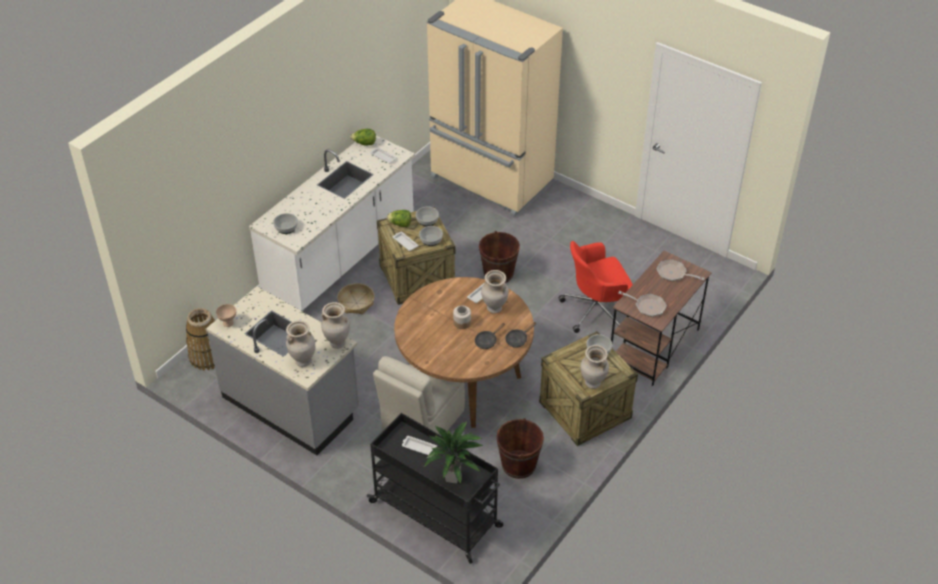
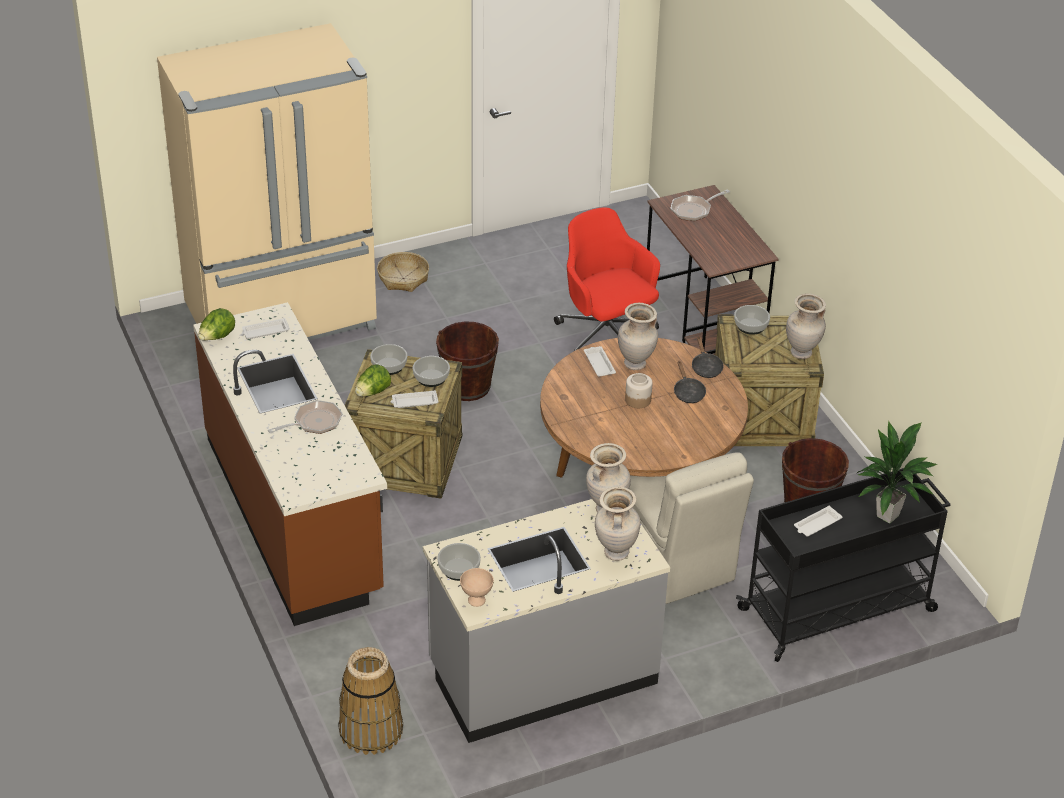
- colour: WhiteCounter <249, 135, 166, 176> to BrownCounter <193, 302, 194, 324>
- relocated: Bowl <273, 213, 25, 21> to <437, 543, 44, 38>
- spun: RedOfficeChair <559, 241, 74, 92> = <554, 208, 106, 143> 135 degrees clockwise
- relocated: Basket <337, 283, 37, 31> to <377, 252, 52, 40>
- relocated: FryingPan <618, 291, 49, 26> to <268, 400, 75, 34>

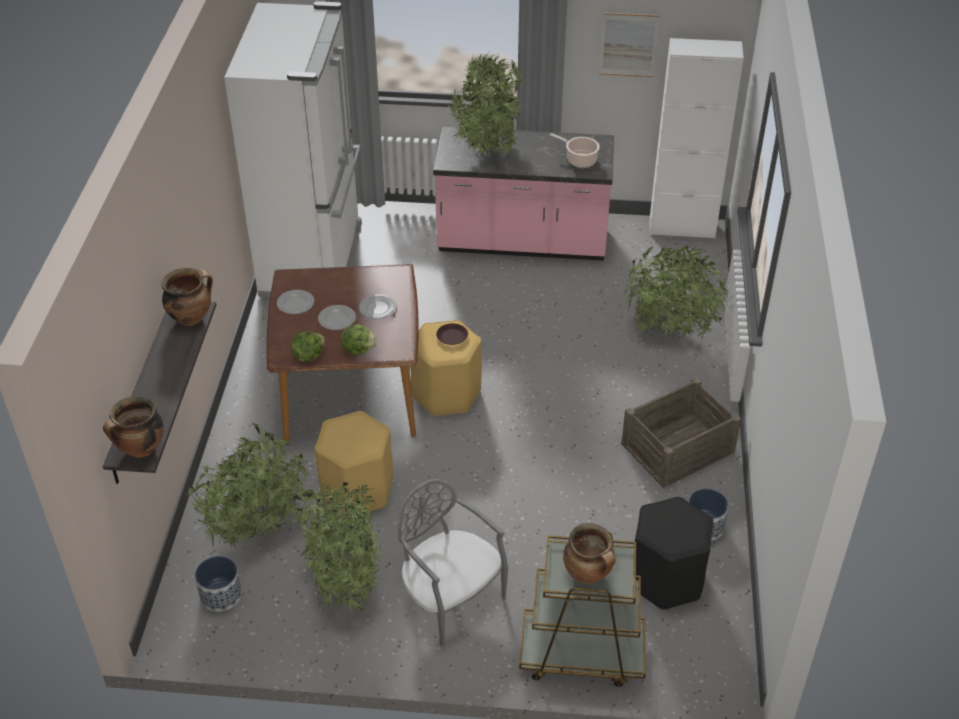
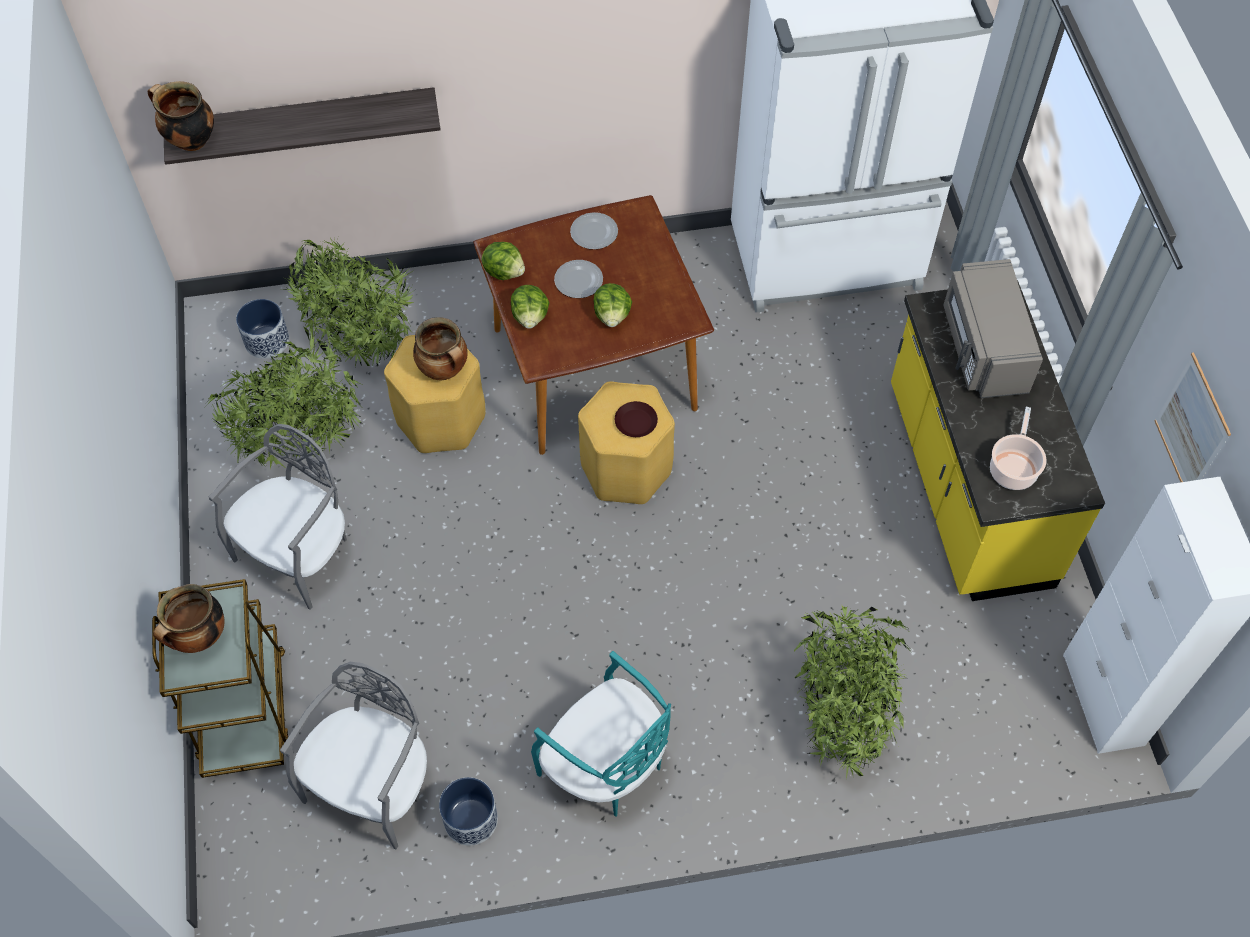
- exchanged: PottedPlant <448, 52, 75, 106> to GreyMicrowave <943, 259, 100, 139>
- colour: PinkCounter <433, 126, 181, 135> to YellowCounter <891, 280, 214, 321>
- relocated: CookingPot <161, 268, 52, 58> to <413, 317, 55, 63>
- exchanged: Plate <359, 294, 38, 25> to Lettuce <593, 283, 39, 44>
- exchanged: Crate <621, 377, 120, 111> to TurquoiseChair <531, 651, 140, 166>
- exchanged: BlackStool <635, 497, 78, 113> to GreyChair <280, 662, 147, 187>

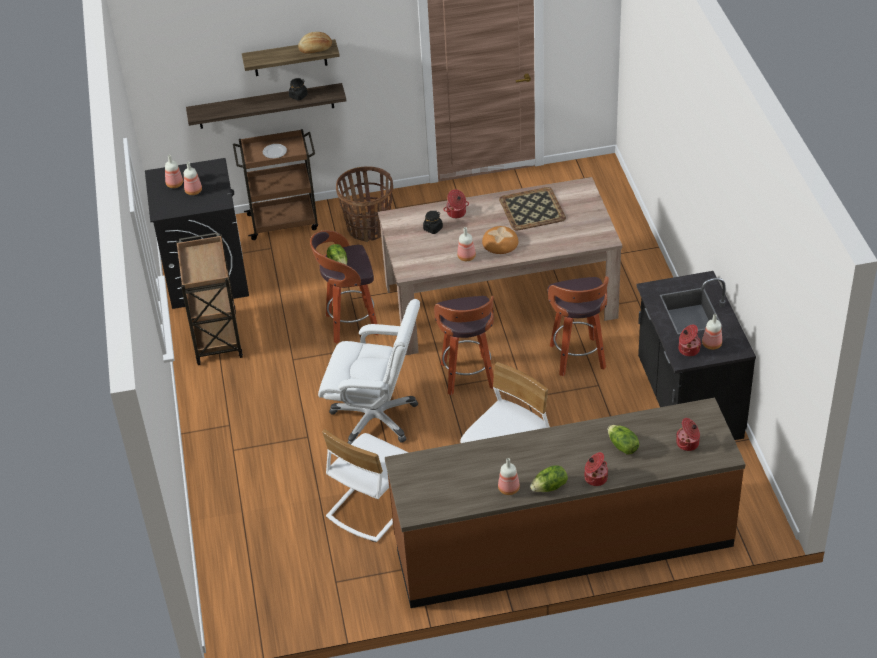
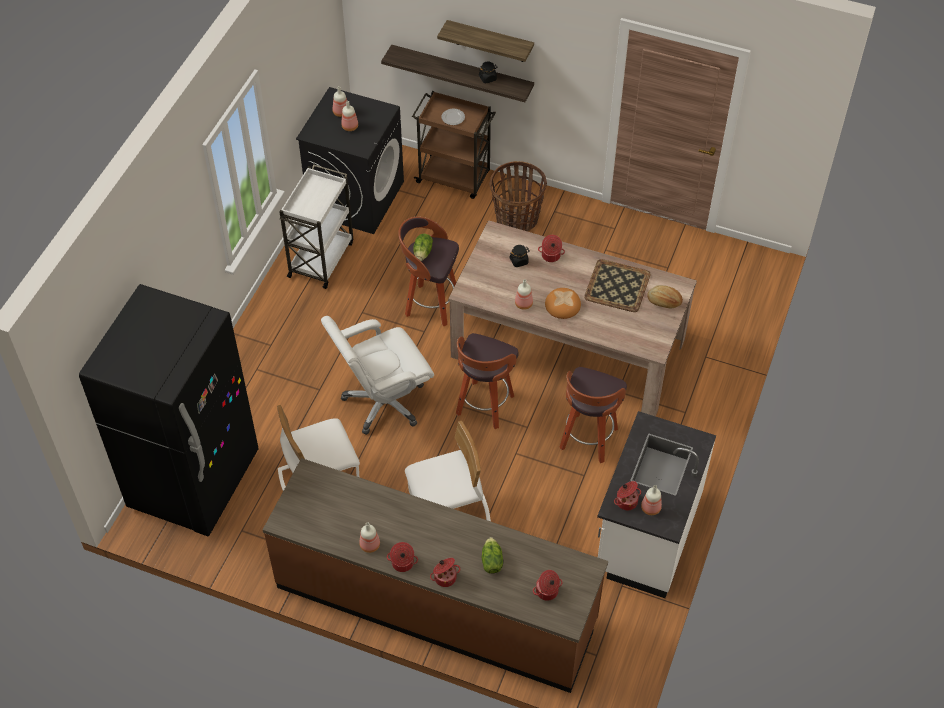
- relocated: Bread <298, 32, 34, 21> to <647, 285, 36, 24>
- colour: BrownCart <176, 232, 67, 133> to WhiteCart <279, 164, 74, 125>
- colour: BlackCounter <636, 271, 120, 169> to WhiteCounter <597, 411, 119, 187>
- spun: WhiteOfficeChair <318, 299, 102, 146> = <321, 316, 113, 119> 105 degrees clockwise
- exchanged: Lettuce <530, 465, 38, 27> to CookingPot <387, 542, 31, 30>
- appeared: BlackFridge <79, 284, 180, 252>

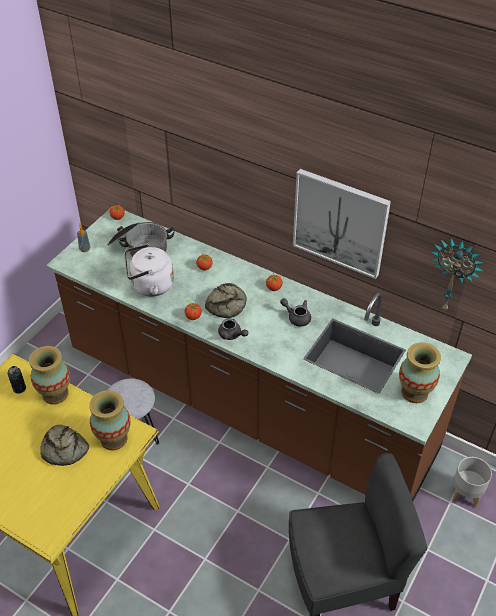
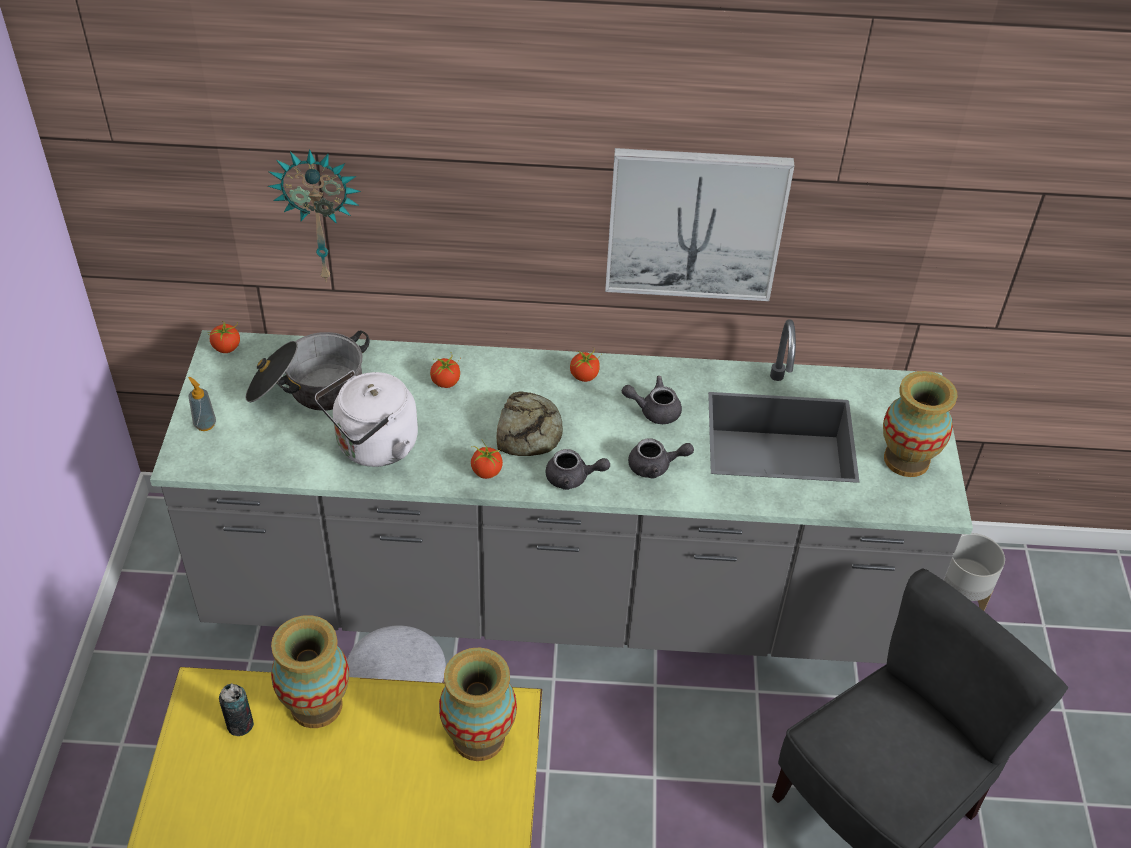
- colour: BrownCounter <46, 208, 426, 293> to GreyCounter <150, 320, 823, 344>
- relocated: WallClock <432, 238, 52, 74> to <268, 149, 93, 133>
- missing: Bread <40, 425, 49, 41>
- appeared: GreyTeapot <628, 438, 66, 40>

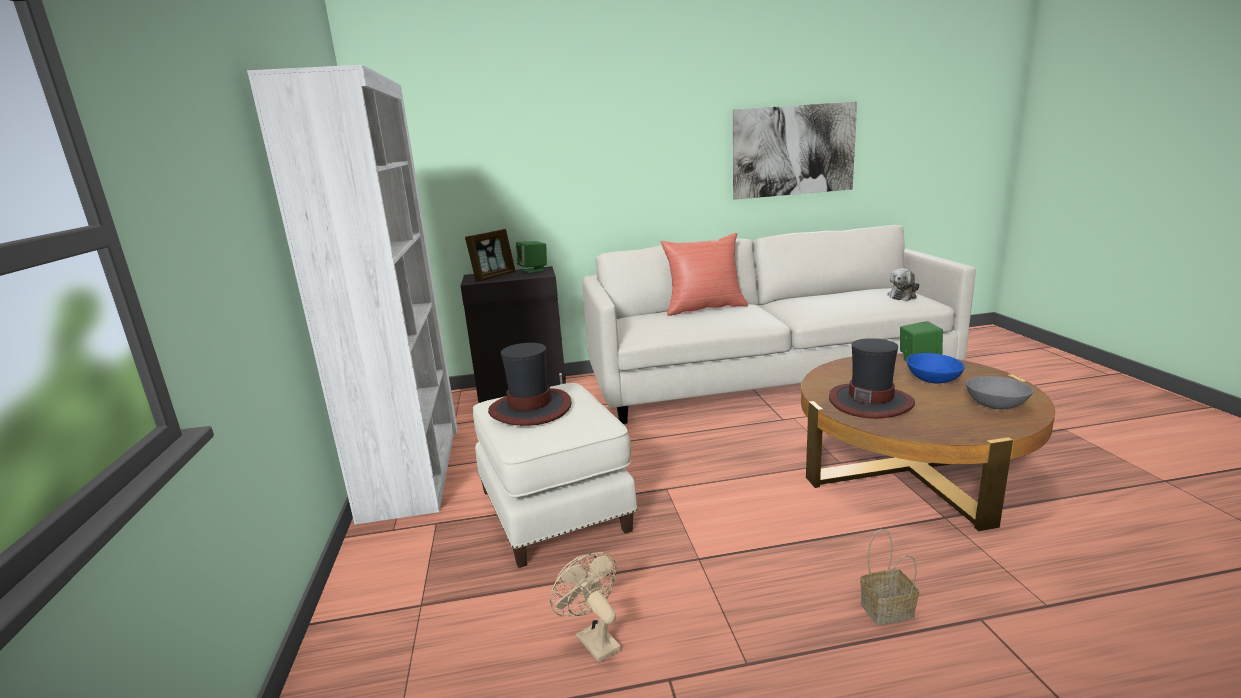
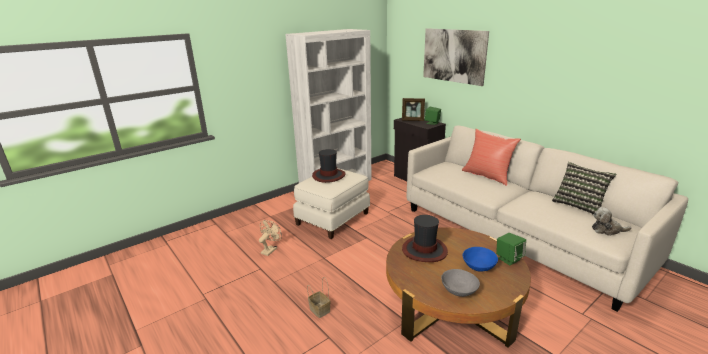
- relocated: Picture <733, 102, 124, 98> to <423, 28, 66, 58>
- appeared: Pillow <552, 162, 65, 52>

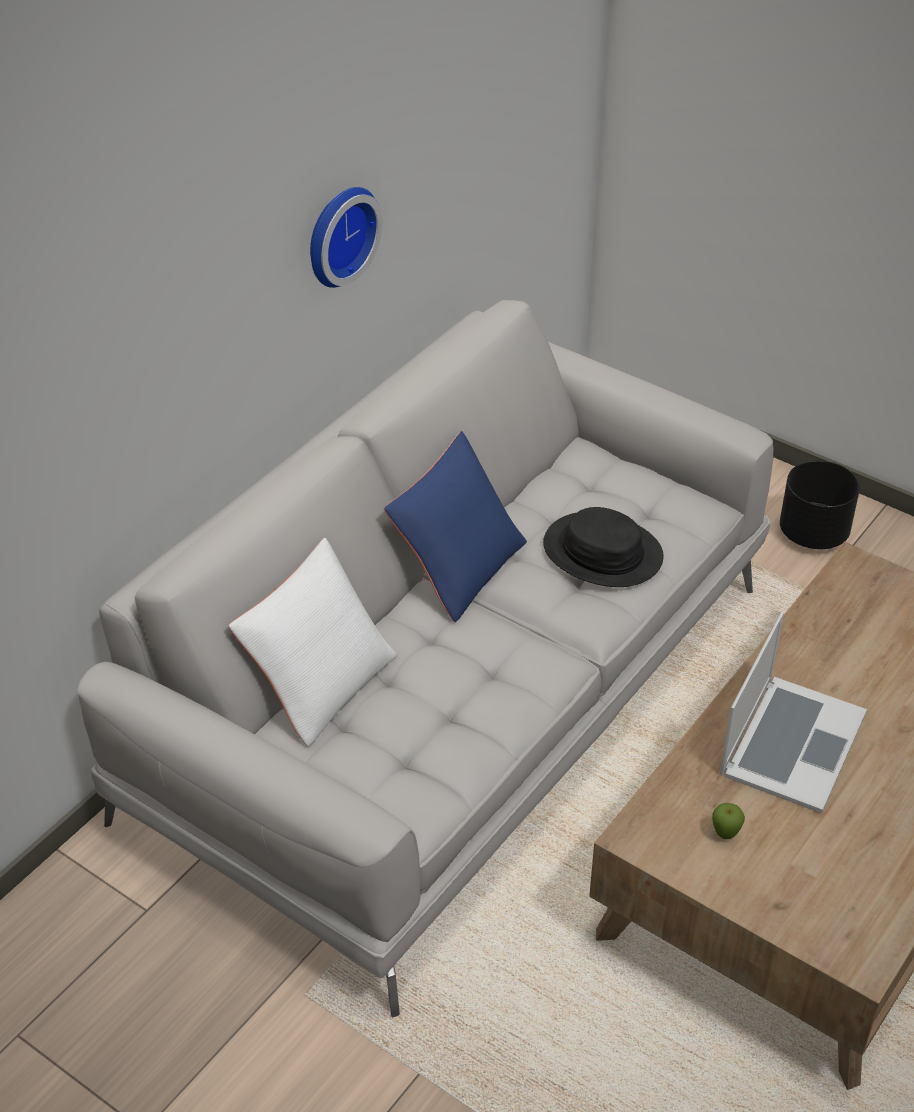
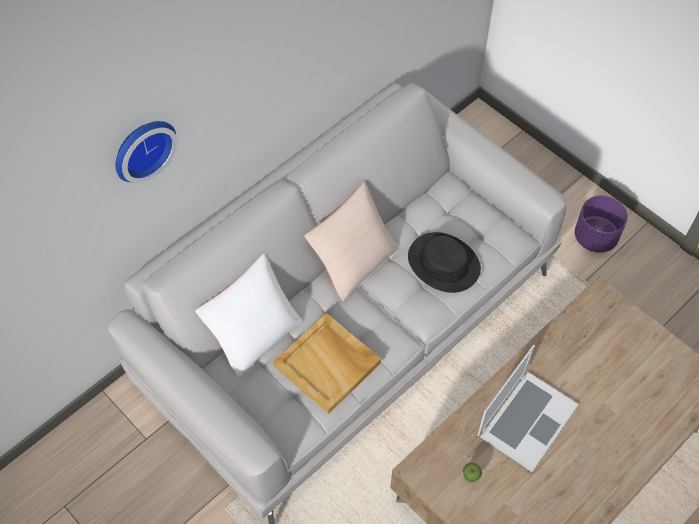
- relocated: WallClock <310, 187, 73, 101> to <115, 121, 62, 62>
- colour: BluePillow <384, 431, 143, 191> to BeigePillow <304, 182, 95, 120>
- colour: BlackPlanter <780, 460, 80, 89> to PurplePlanter <575, 195, 53, 58>
- appeared: BeigeTray <273, 313, 108, 101>

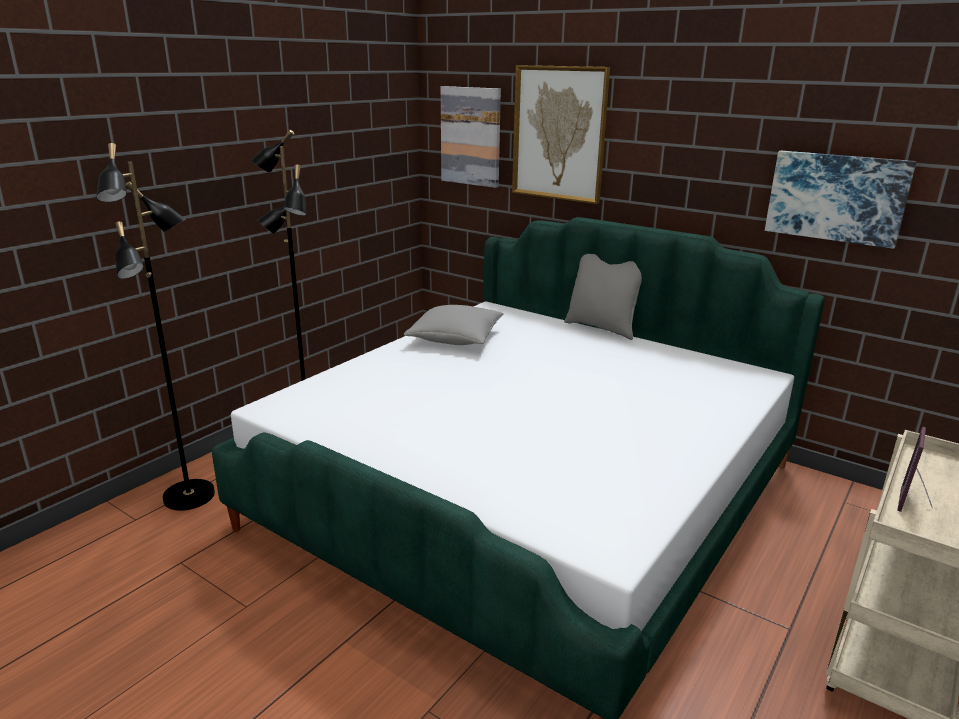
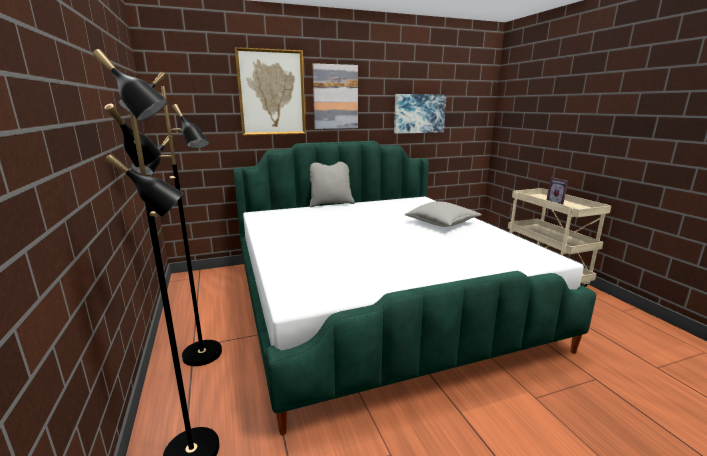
- relocated: Picture <441, 86, 60, 102> to <313, 63, 45, 66>
- relocated: GreyPillow <404, 305, 100, 40> to <405, 201, 77, 26>

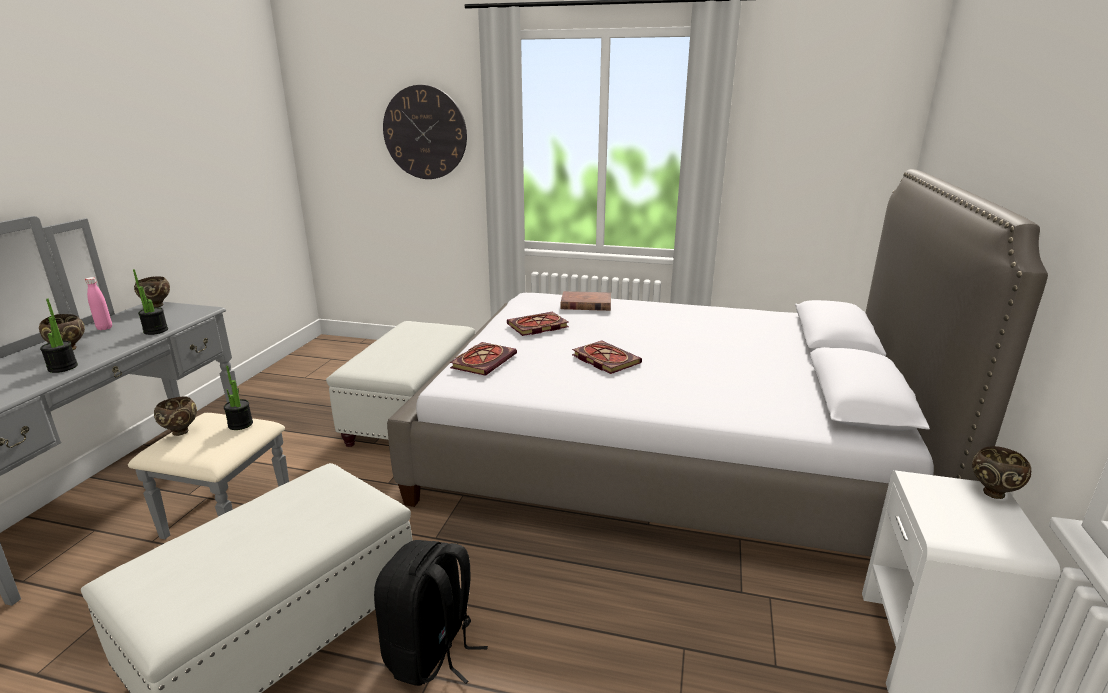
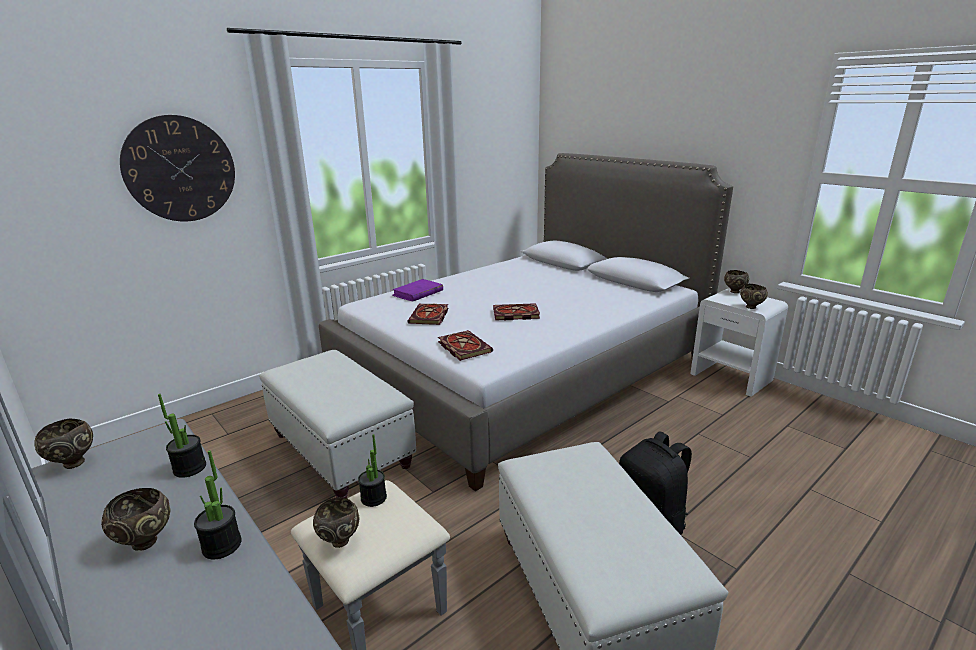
- missing: PinkBottle <85, 277, 27, 53>
- colour: BrownBook <561, 291, 50, 20> to PurpleBook <392, 279, 51, 23>
- appeared: BrownBowl <740, 284, 28, 25>

